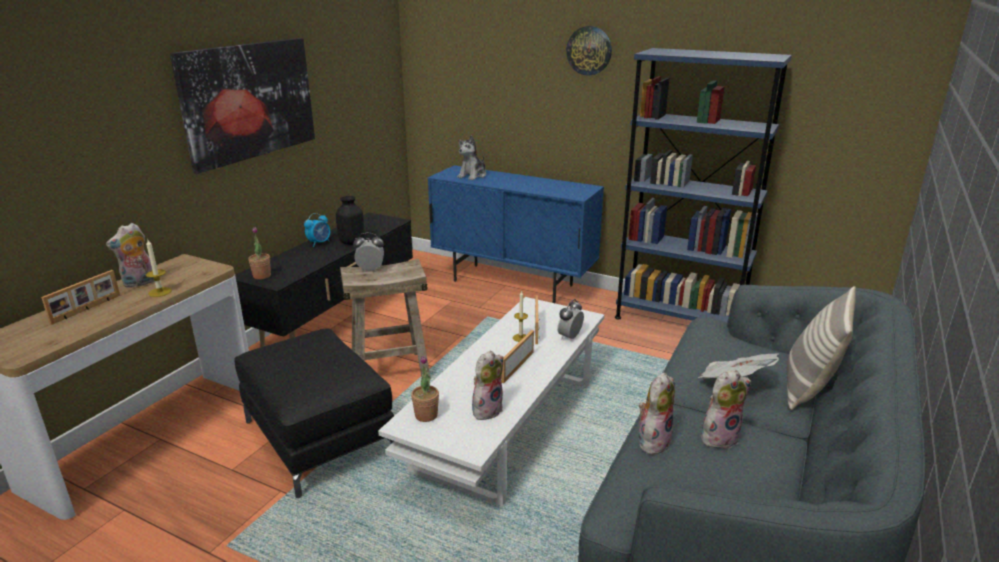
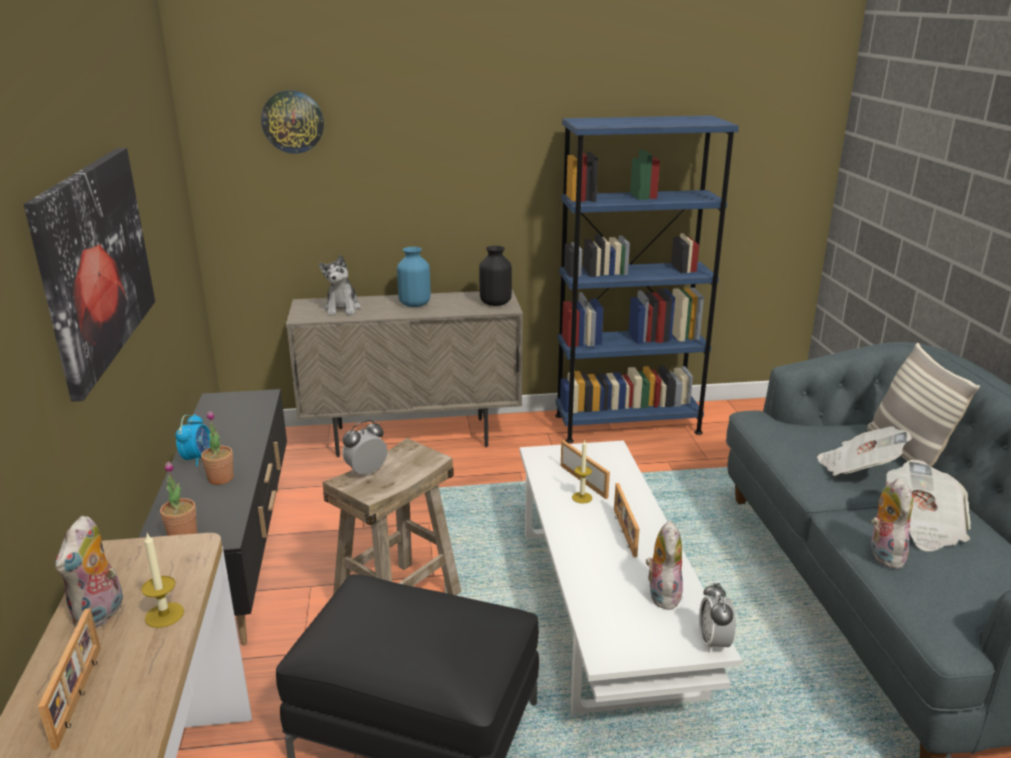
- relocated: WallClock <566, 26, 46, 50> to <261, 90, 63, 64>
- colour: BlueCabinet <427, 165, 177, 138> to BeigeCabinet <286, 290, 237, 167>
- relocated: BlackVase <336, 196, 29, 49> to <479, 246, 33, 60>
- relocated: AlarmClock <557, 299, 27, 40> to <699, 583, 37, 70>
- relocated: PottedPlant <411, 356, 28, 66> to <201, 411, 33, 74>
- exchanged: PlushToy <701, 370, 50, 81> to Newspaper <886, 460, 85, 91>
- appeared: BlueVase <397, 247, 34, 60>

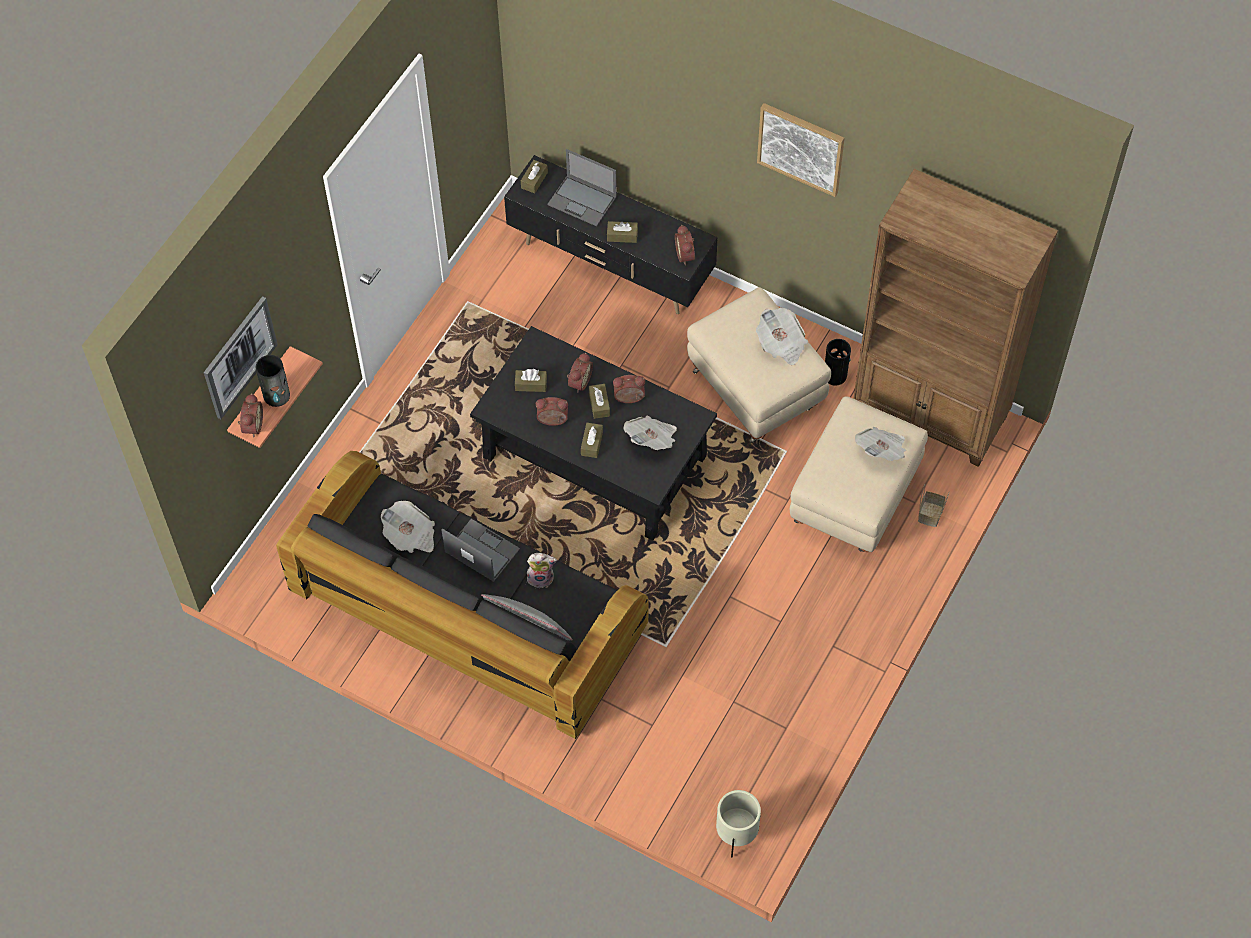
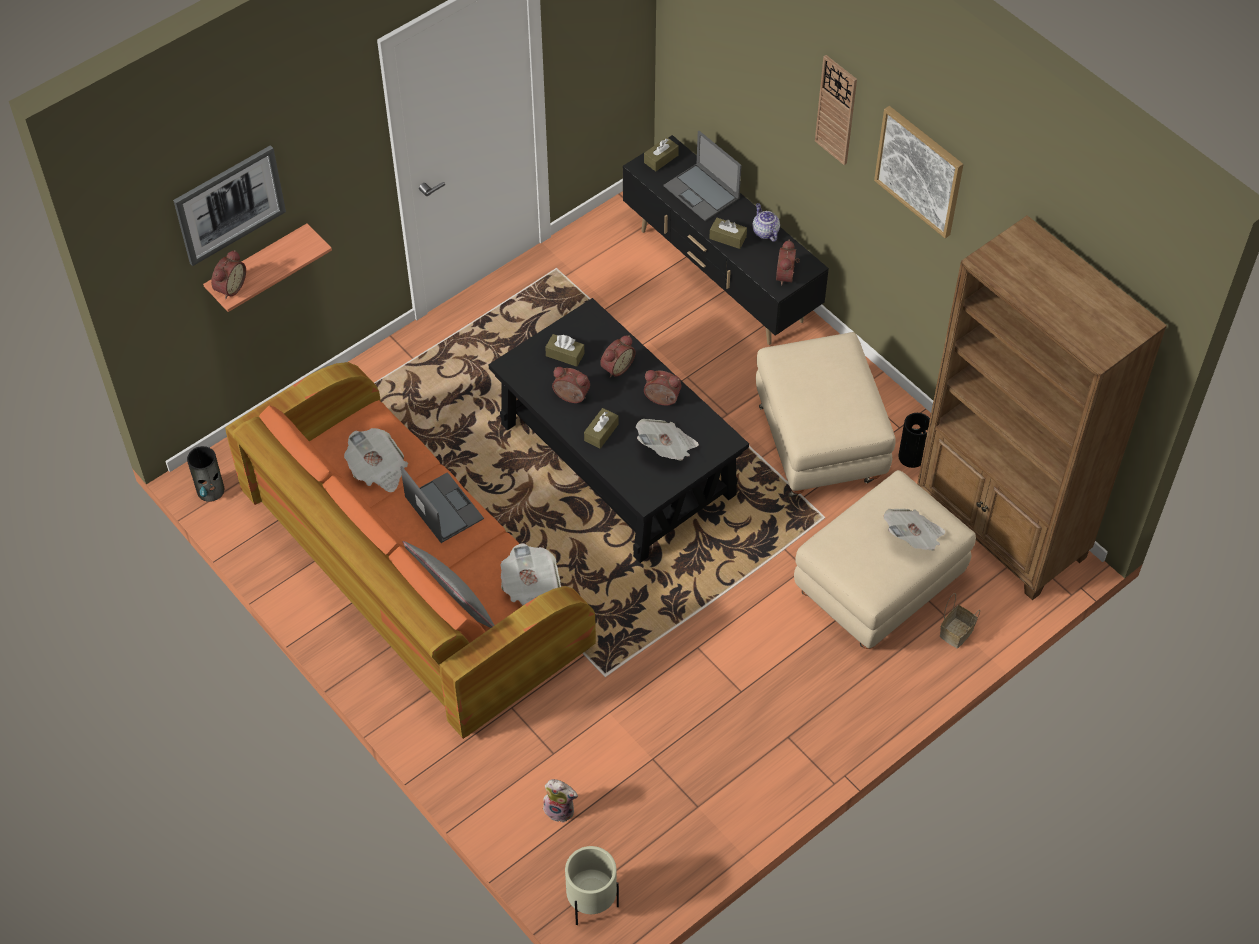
- relocated: Newspaper <756, 308, 52, 57> to <500, 543, 61, 63>
- relocated: Vase <256, 355, 34, 52> to <187, 446, 37, 56>
- missing: BrownTissueBox <589, 384, 21, 35>
- colour: BlackSofa <276, 451, 372, 288> to OrangeSofa <225, 362, 371, 377>
- relocated: PlushToy <527, 553, 30, 36> to <543, 779, 35, 44>
- appeared: WallClock <815, 55, 42, 110>
- appeared: Teapot <752, 203, 28, 39>

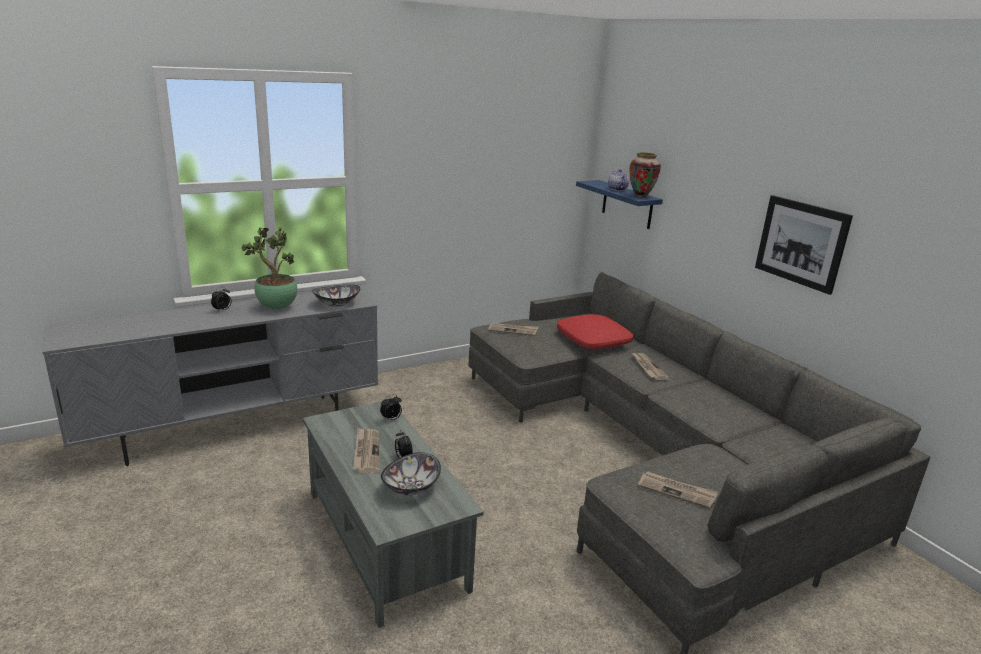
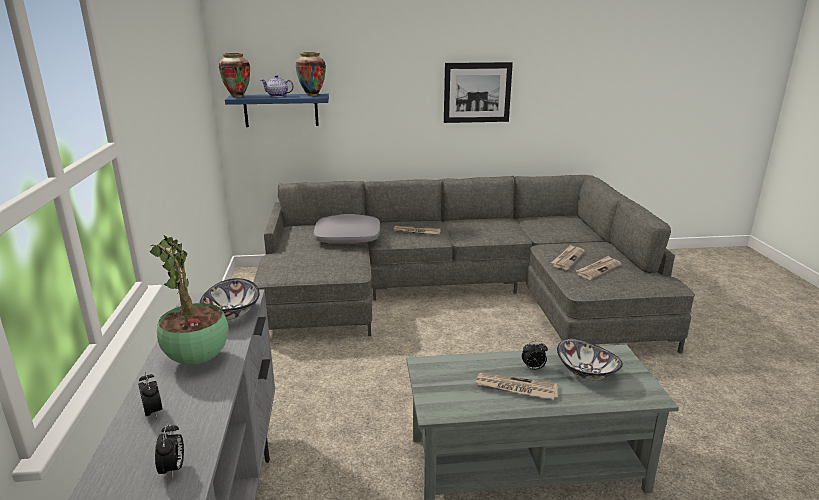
- colour: RedPillow <557, 314, 76, 35> to GreyPillow <313, 214, 67, 30>
- relocated: Newspaper <488, 323, 50, 13> to <551, 244, 34, 26>
- relocated: AlarmClock <380, 394, 22, 28> to <155, 423, 29, 56>
- appeared: Vase <219, 53, 31, 45>

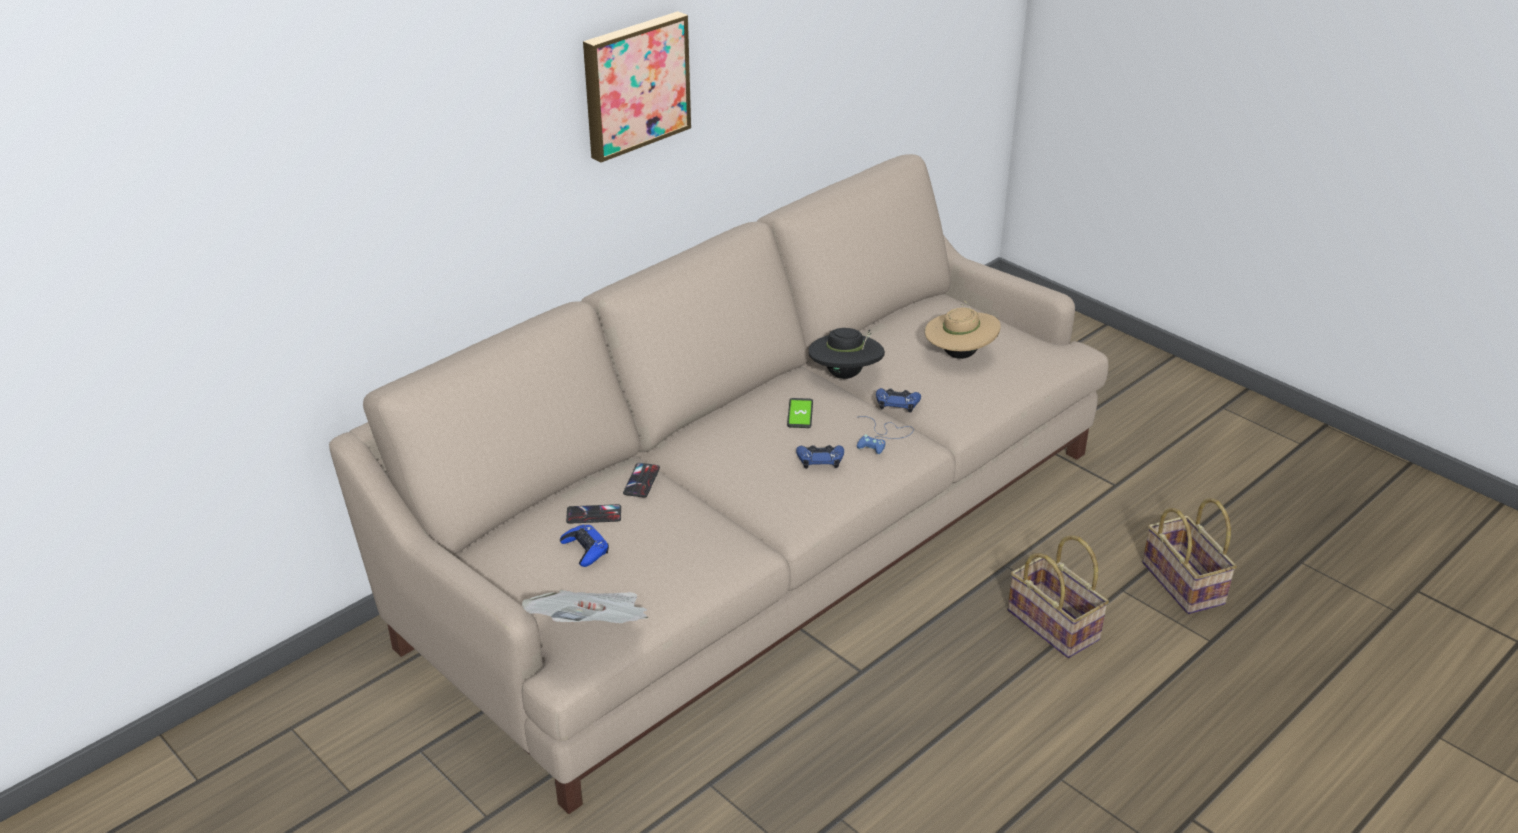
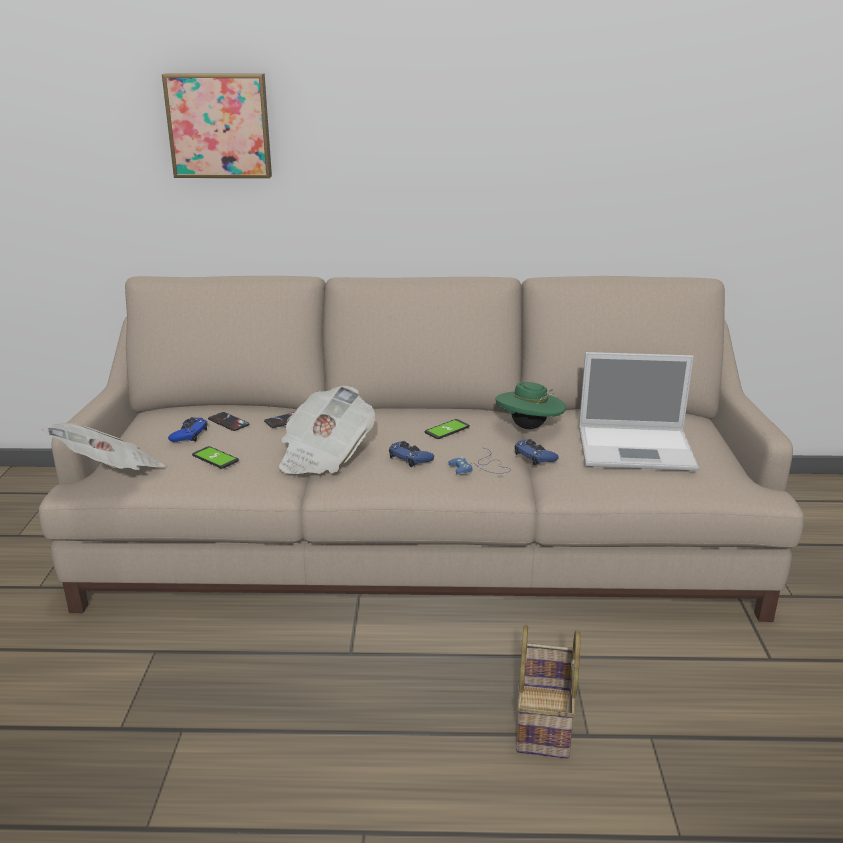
- relocated: Picture <583, 11, 108, 152> to <162, 73, 110, 105>
- exchanged: BeigeHat <924, 301, 77, 58> to Laptop <579, 352, 120, 119>
- colour: BlackHat <808, 328, 77, 51> to GreenHat <495, 382, 71, 47>
- missing: Basket <1142, 498, 95, 116>
- appeared: Newspaper <279, 386, 96, 88>
- appeared: Phone <192, 446, 47, 23>

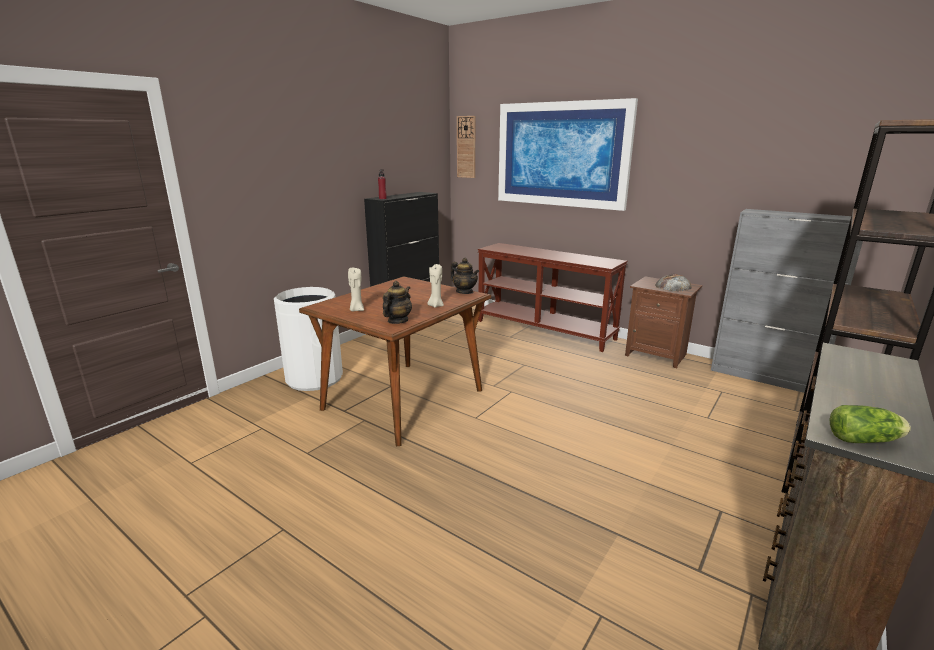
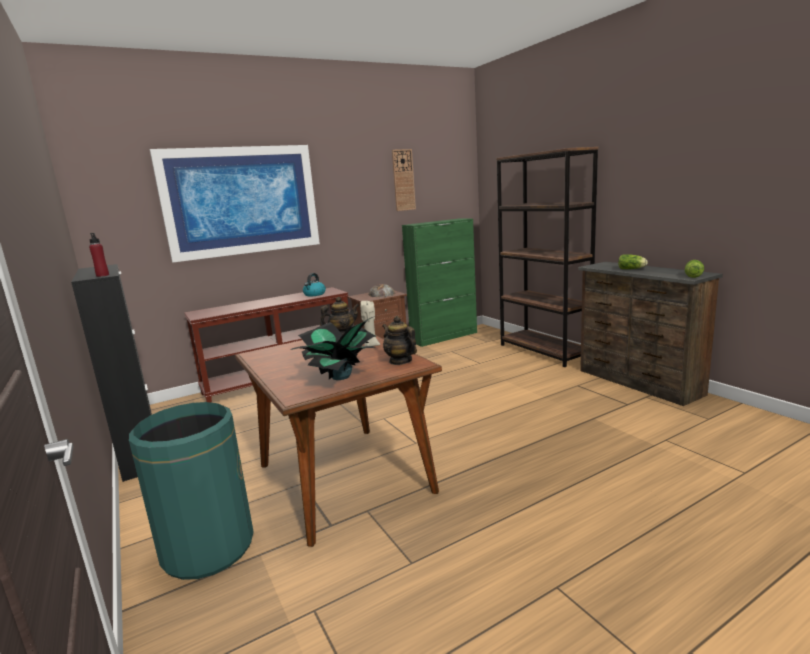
- relocated: WallClock <457, 116, 19, 62> to <392, 149, 24, 62>
- colour: GreyCabinet <711, 209, 152, 184> to GreenCabinet <402, 218, 75, 129>
- exchanged: BeigeCandle <348, 268, 16, 44> to PottedPlant <290, 316, 86, 64>
- colour: WhiteTrashCan <274, 287, 69, 104> to GreenTrashCan <129, 402, 125, 178>
- appeared: Lettuce <618, 254, 30, 15>
- appeared: Kettle <303, 273, 23, 23>

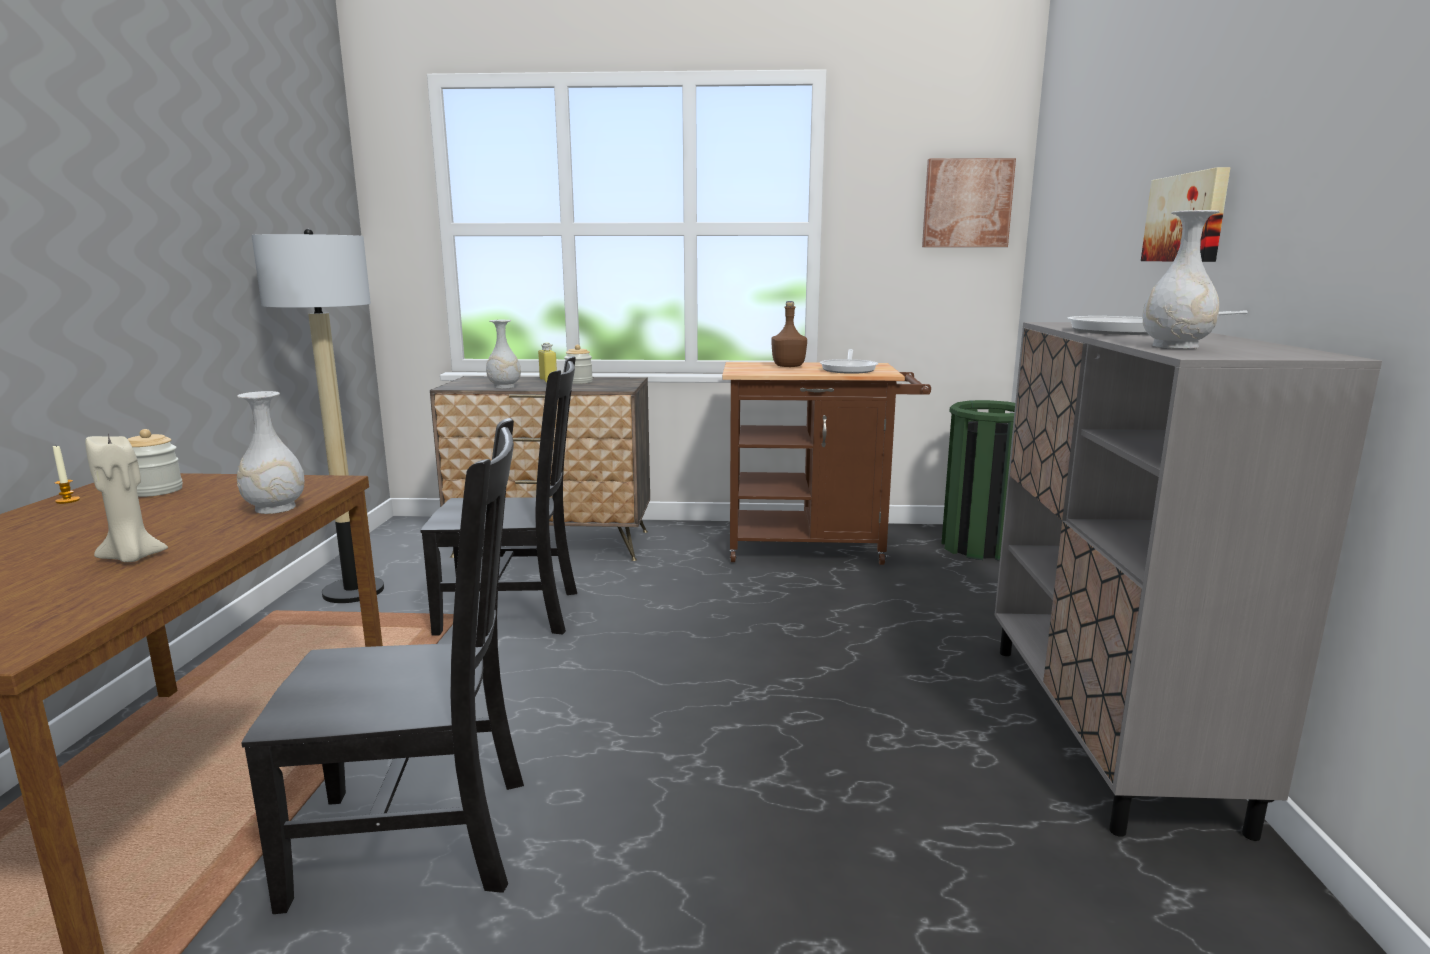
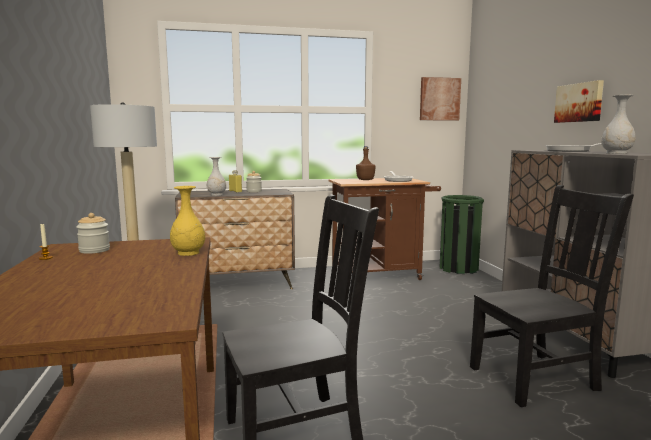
- relocated: BlackChair <420, 356, 157, 280> to <470, 185, 164, 222>
- colour: WhiteVase <237, 391, 67, 123> to YellowVase <170, 186, 35, 70>
- missing: BeigeCandle <85, 434, 83, 128>

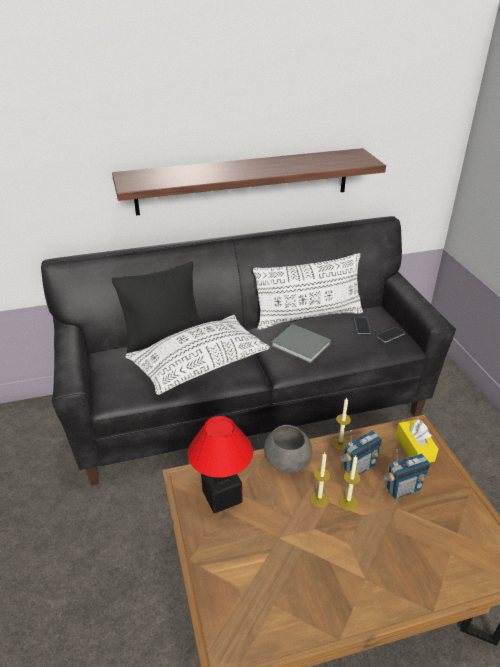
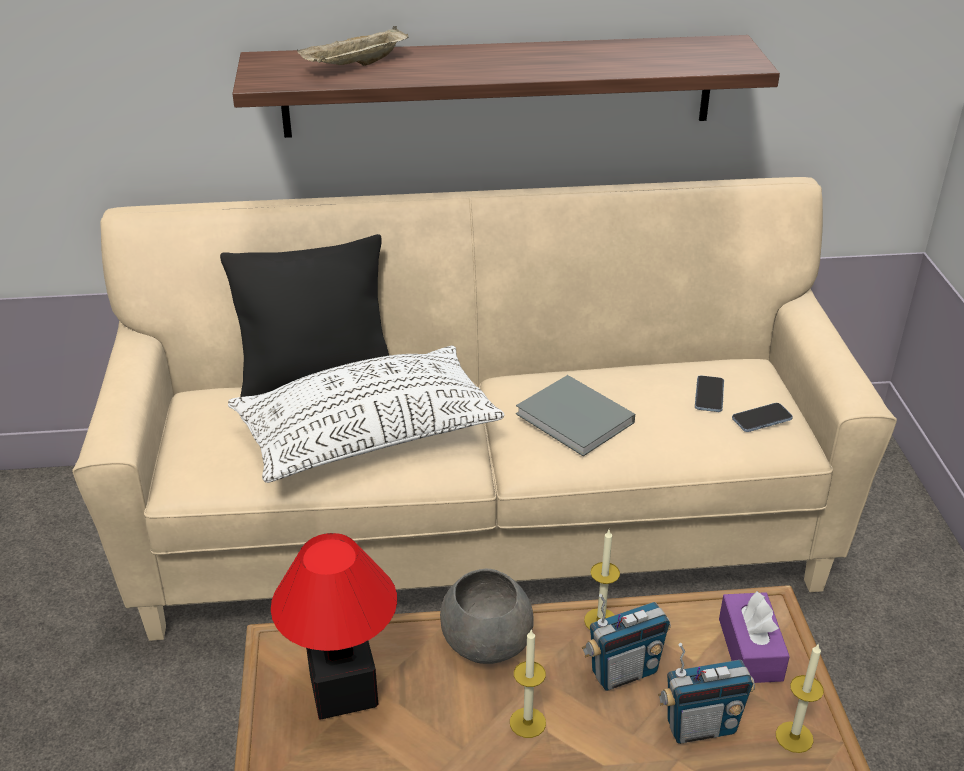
- colour: BlackSofa <41, 216, 415, 270> to BeigeSofa <72, 177, 825, 464>
- missing: WhitePillow <253, 253, 110, 77>
- colour: YellowTissueBox <396, 419, 43, 44> to PurpleTissueBox <719, 591, 71, 92>
- relocated: Candle <339, 455, 22, 55> to <776, 643, 48, 110>
- appeared: BeigeTray <297, 26, 112, 40>

